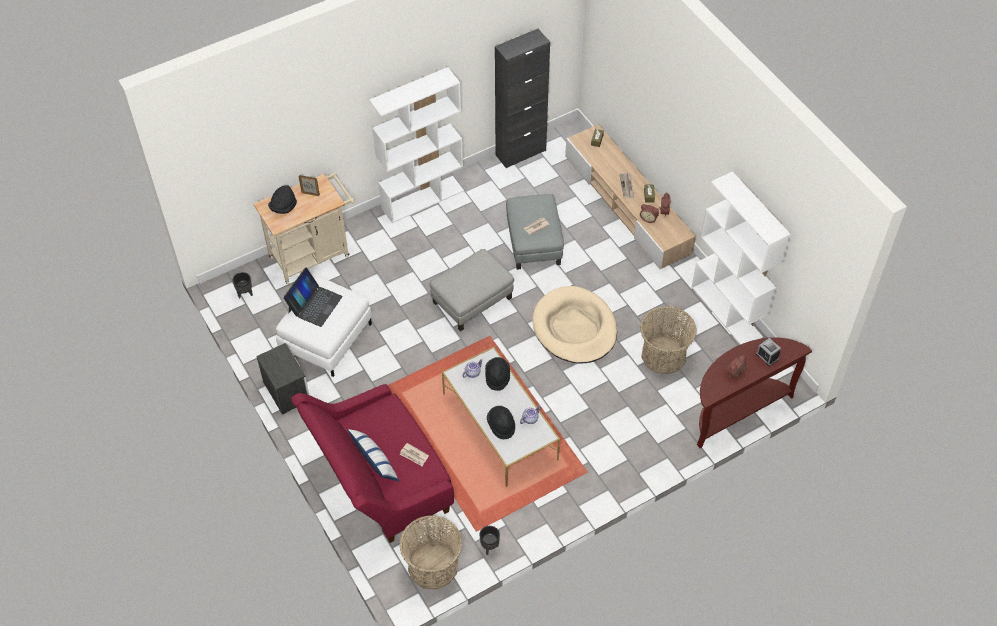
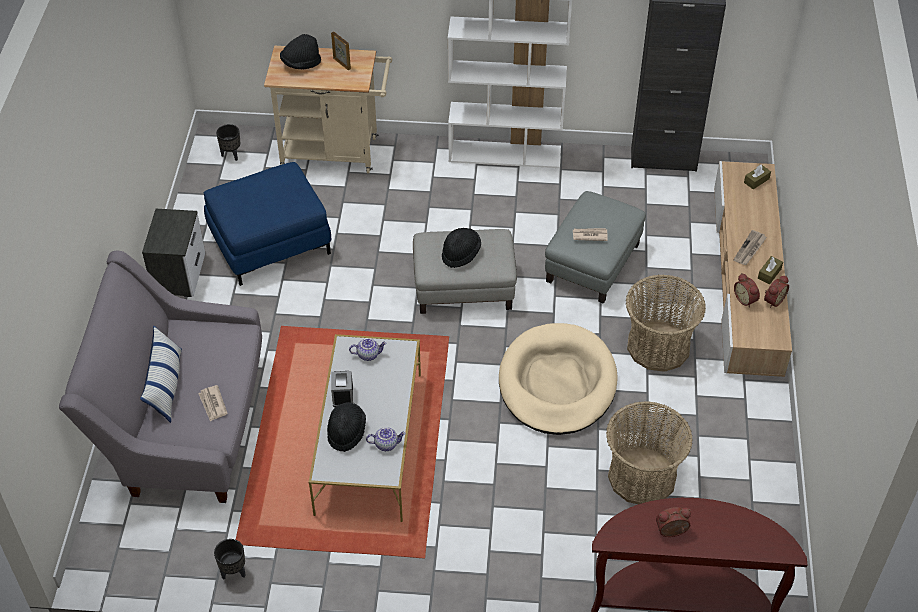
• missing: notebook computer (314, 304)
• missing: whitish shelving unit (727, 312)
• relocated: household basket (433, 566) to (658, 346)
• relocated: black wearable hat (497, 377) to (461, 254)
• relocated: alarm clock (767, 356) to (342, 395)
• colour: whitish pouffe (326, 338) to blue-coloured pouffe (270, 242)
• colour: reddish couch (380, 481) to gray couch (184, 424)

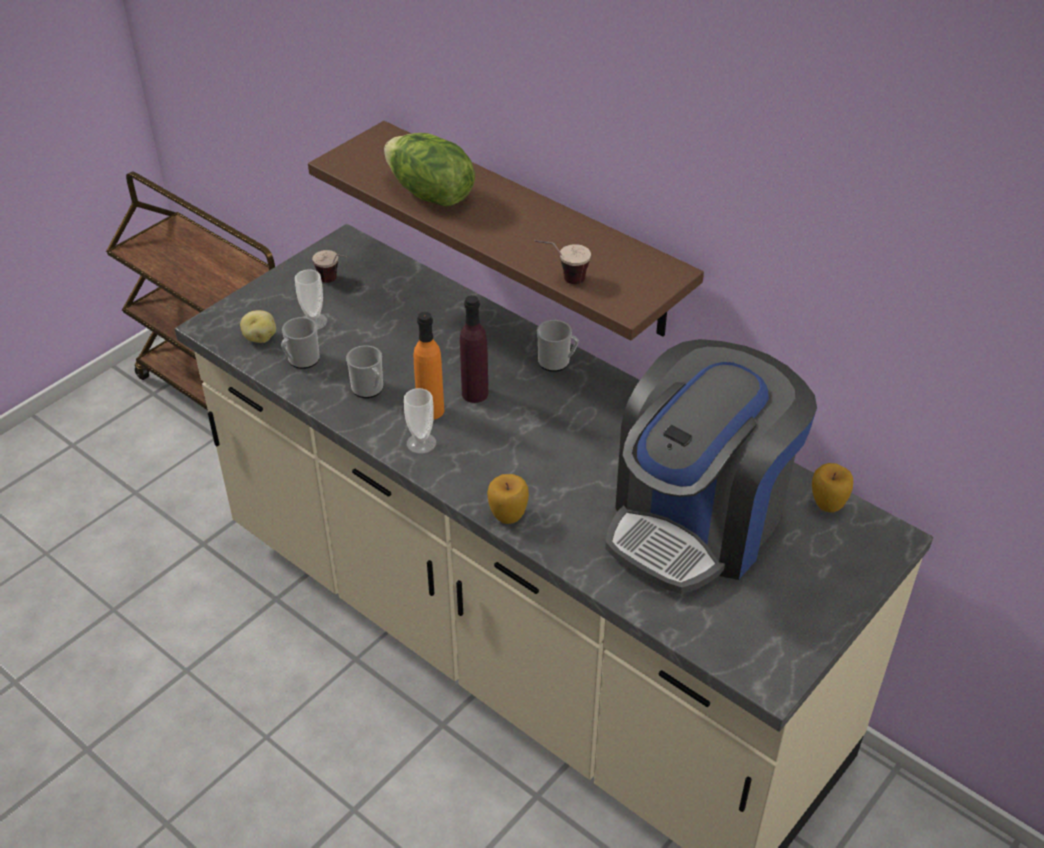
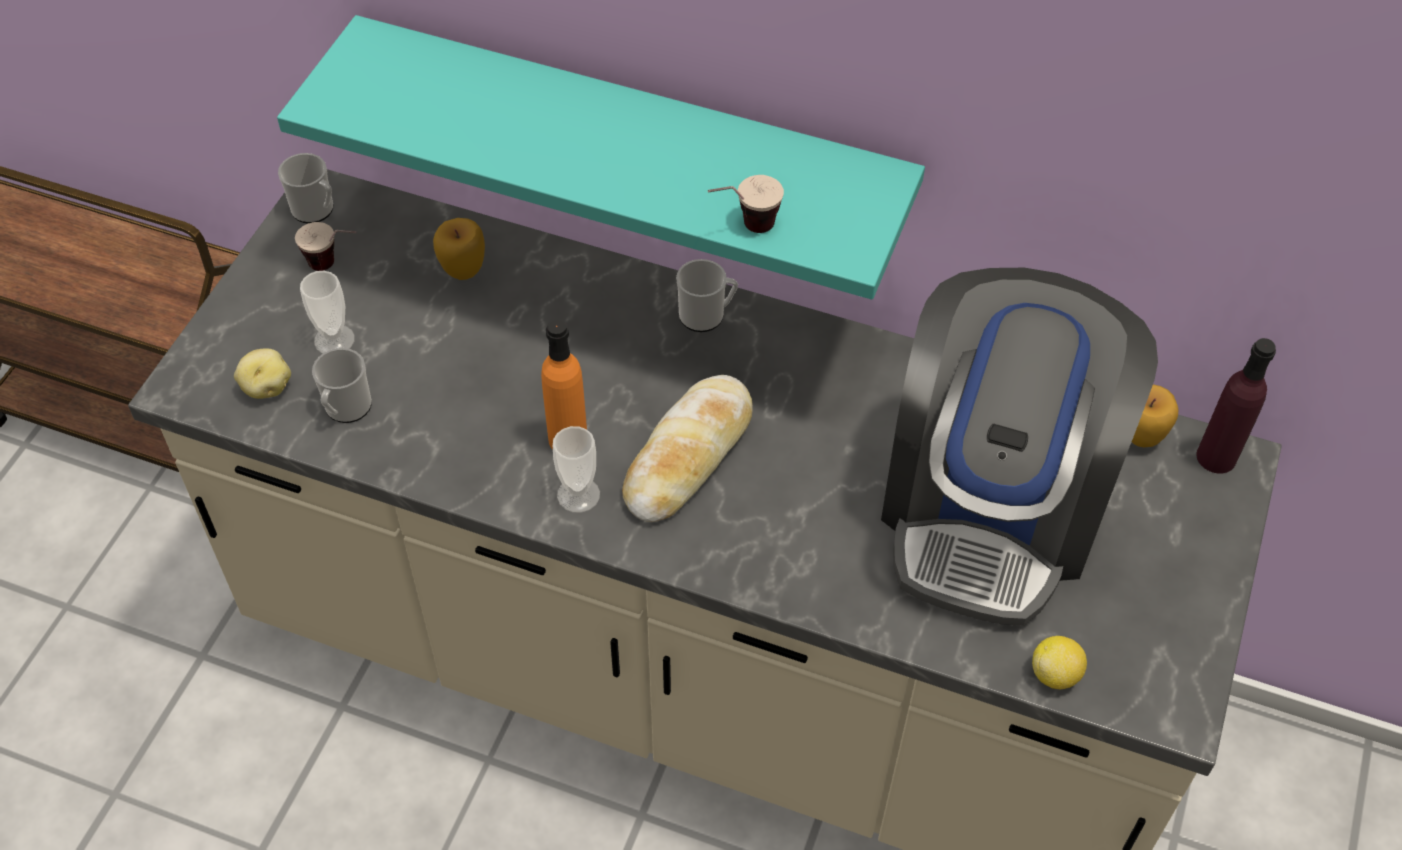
• missing: lettuce (429, 194)
• appeared: bakery bread (688, 456)
• appeared: citrus fruit (1055, 674)
• relocated: mug (369, 390) to (316, 210)
• relocated: purplish bottle (475, 393) to (1216, 457)
• relocated: apple (508, 515) to (463, 269)
• colour: brown-coloured shelf (531, 229) to turquoise shelf (631, 139)

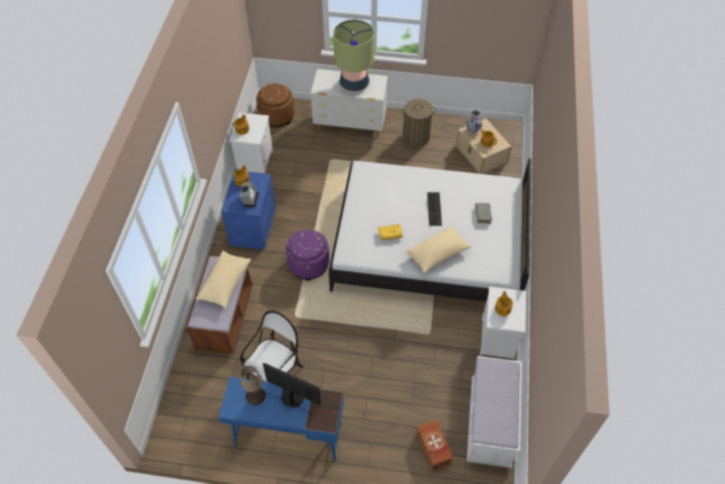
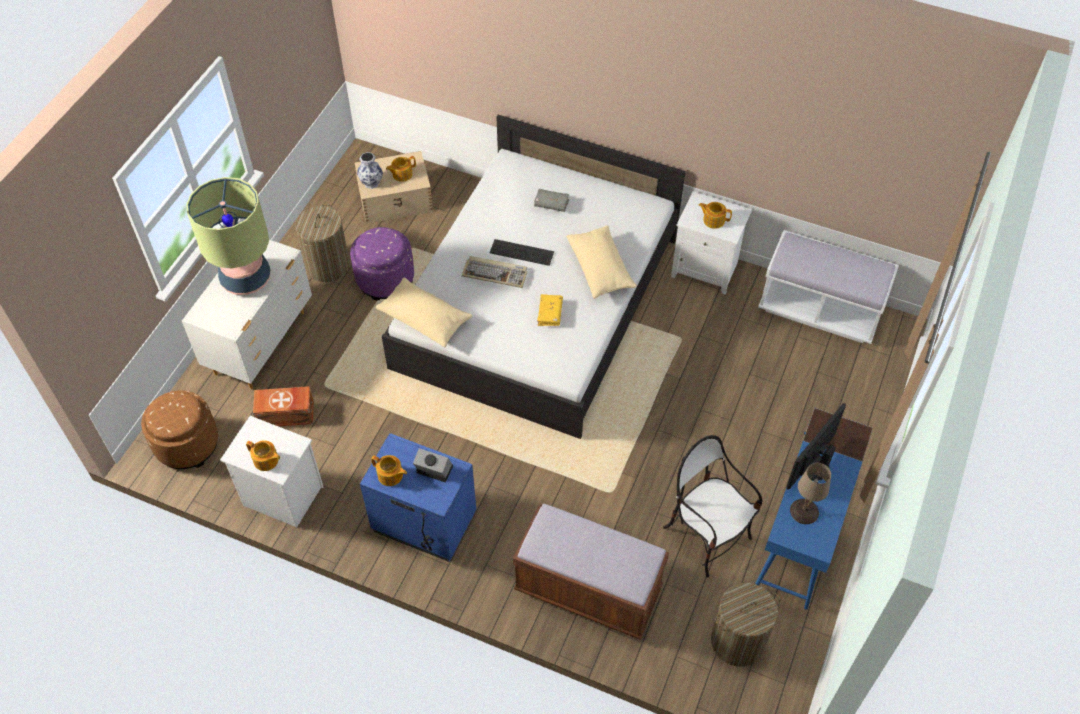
• appeared: computer keyboard (495, 273)
• appeared: hamper (737, 641)
• relocated: beige-coloured throw pillow (225, 283) to (424, 319)
• relocated: purplish pouffe (309, 264) to (385, 279)
• relocated: brown-coloured storage box (433, 449) to (286, 415)

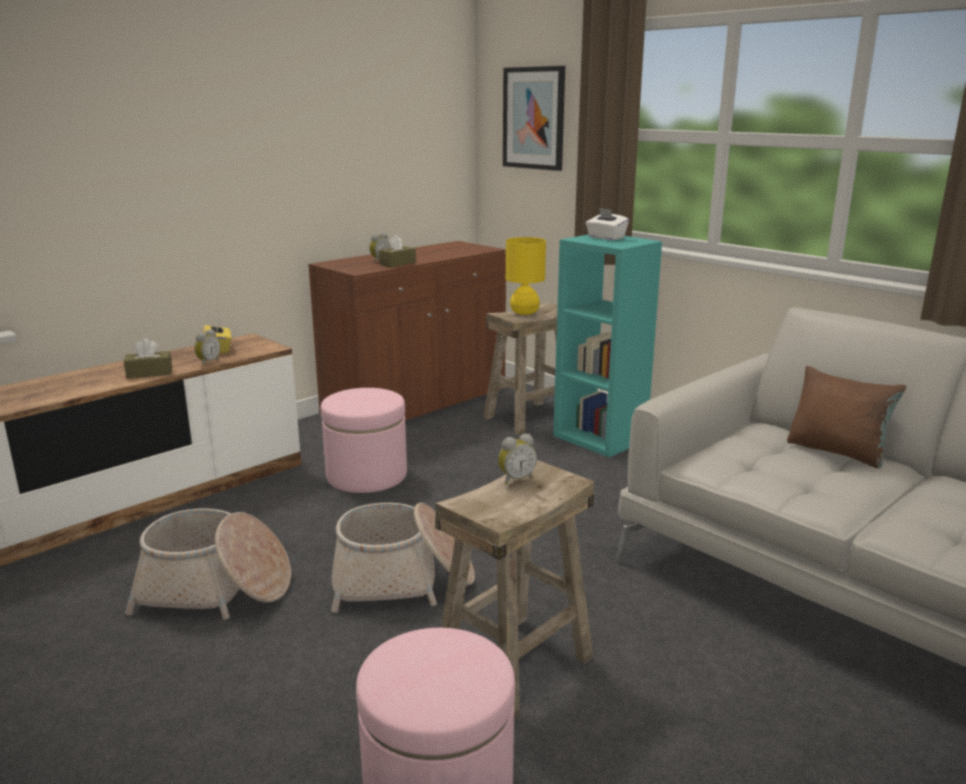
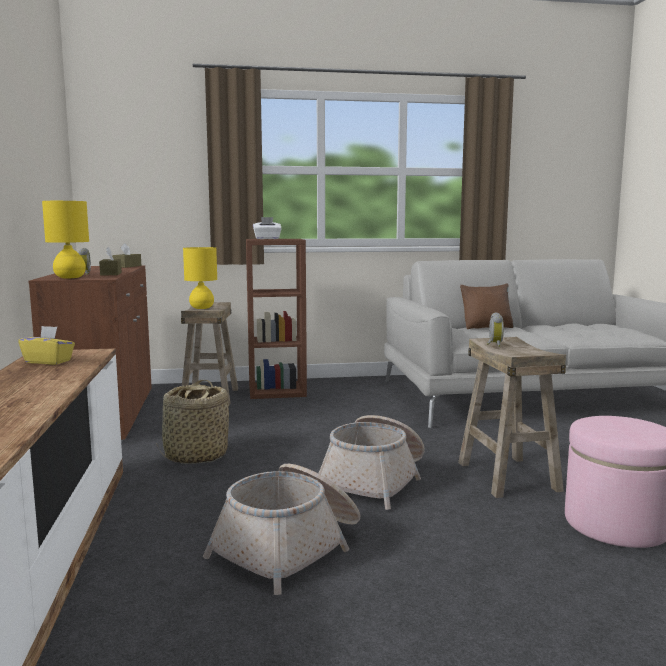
• missing: alarm clock (207, 362)
• missing: wall art (534, 118)
• appeared: yellow lamp for a table (69, 277)
• relocated: brown-coloured box of tissues (149, 373) to (127, 266)
• exchanged: pinkish pouffe (366, 475) to household basket (195, 456)
• colour: turquoise shelving unit (601, 438) to brown-coloured shelving unit (277, 391)

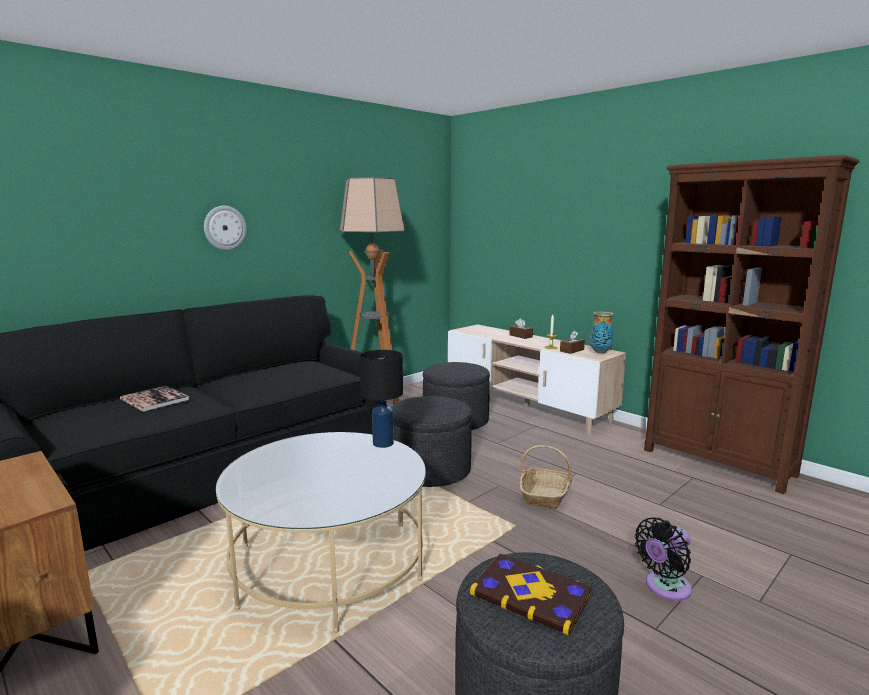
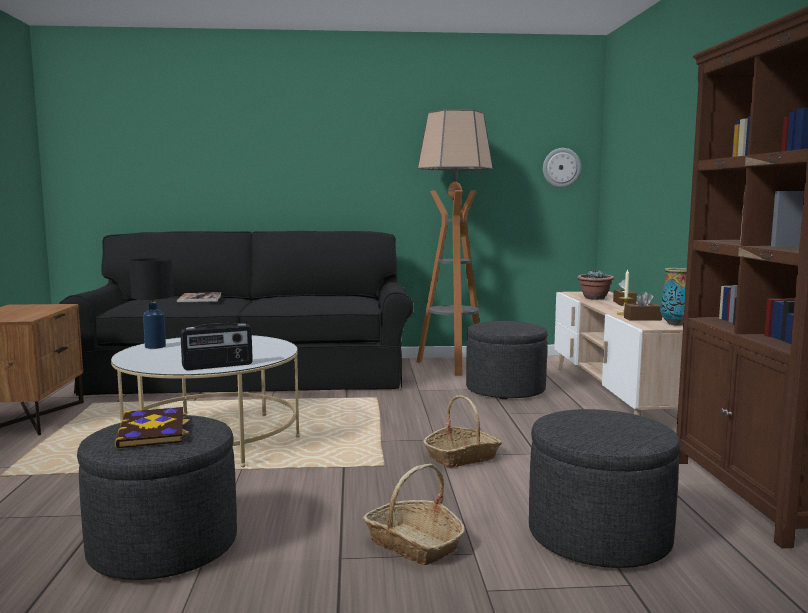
• appeared: radio receiver (217, 366)
• appeared: houseplant (594, 298)
• relocated: wall clock (225, 228) to (561, 167)
• relocated: black lamp for a table (382, 443) to (154, 346)
• relocated: gray pouffe (430, 470) to (599, 536)
• exchanged: black electric fan (664, 588) to household basket (414, 544)

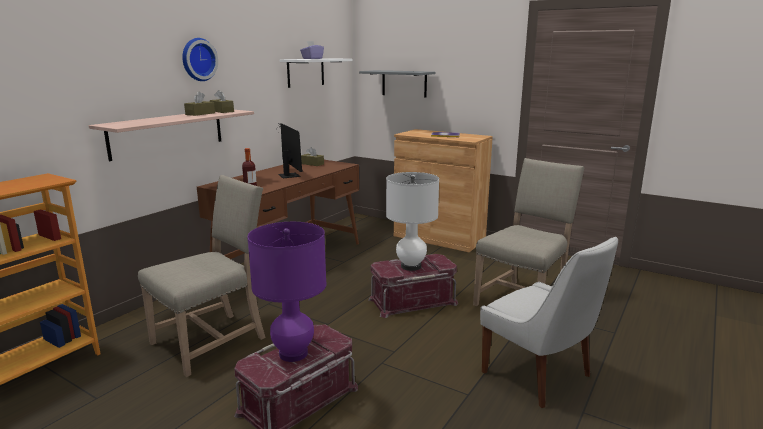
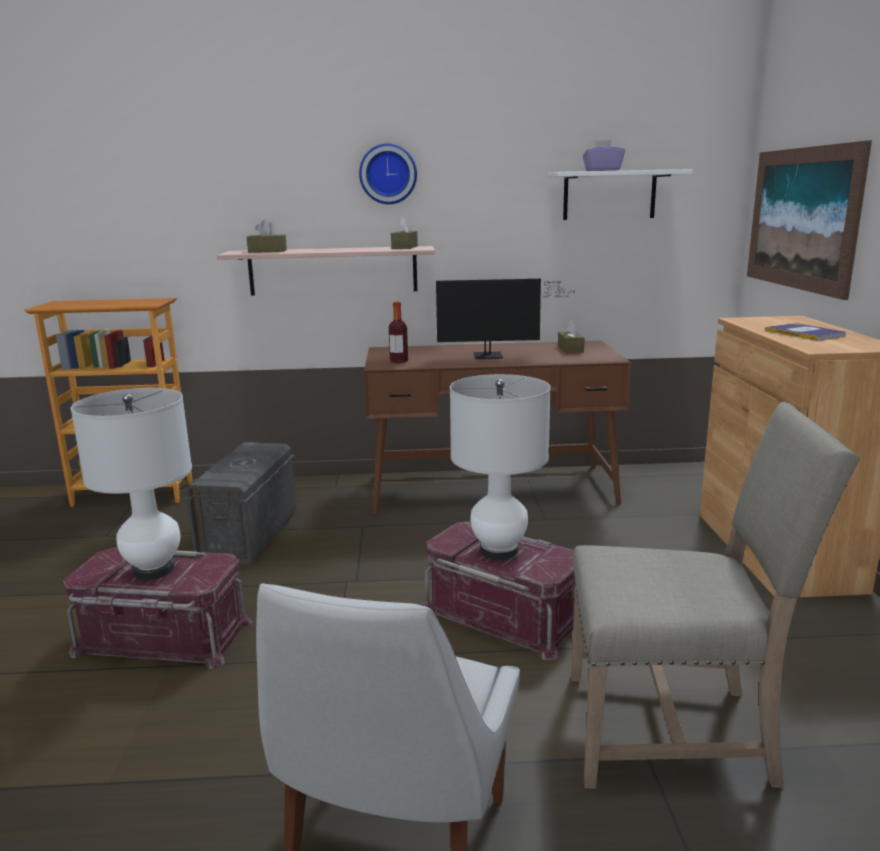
• relocated: brown-coloured box of tissues (200, 114) to (267, 251)
• exchanged: beige-coloured upright chair (213, 340) to gray storage box (248, 536)
• exchanged: gray shelf (404, 83) to wall art (801, 218)
• colour: purplish lamp for a table (293, 353) to whitish lamp for a table (154, 570)
• spun: computer display (289, 174) = (493, 356) 60 degrees clockwise

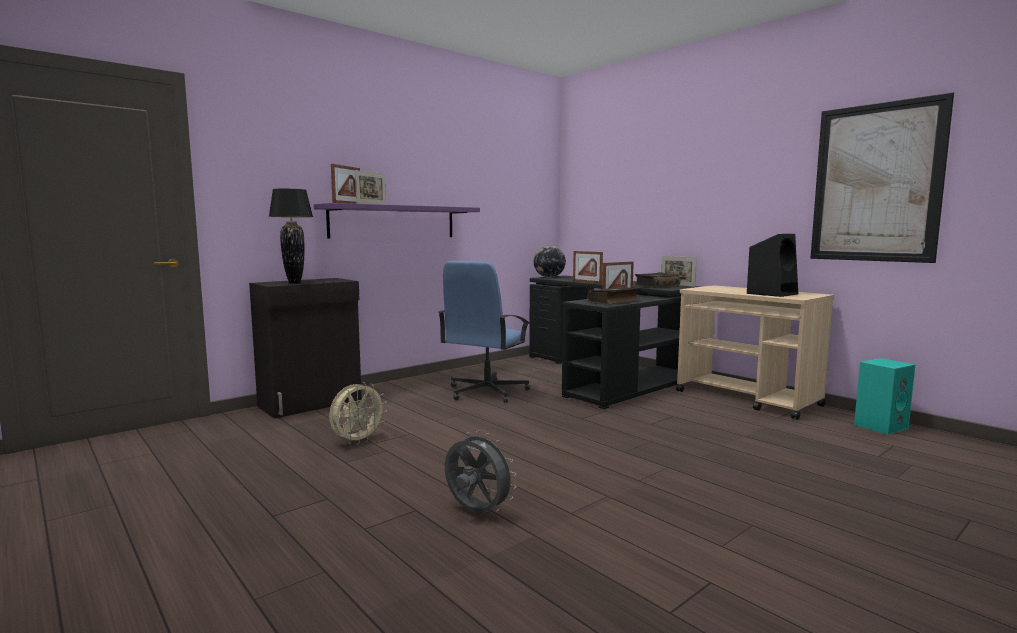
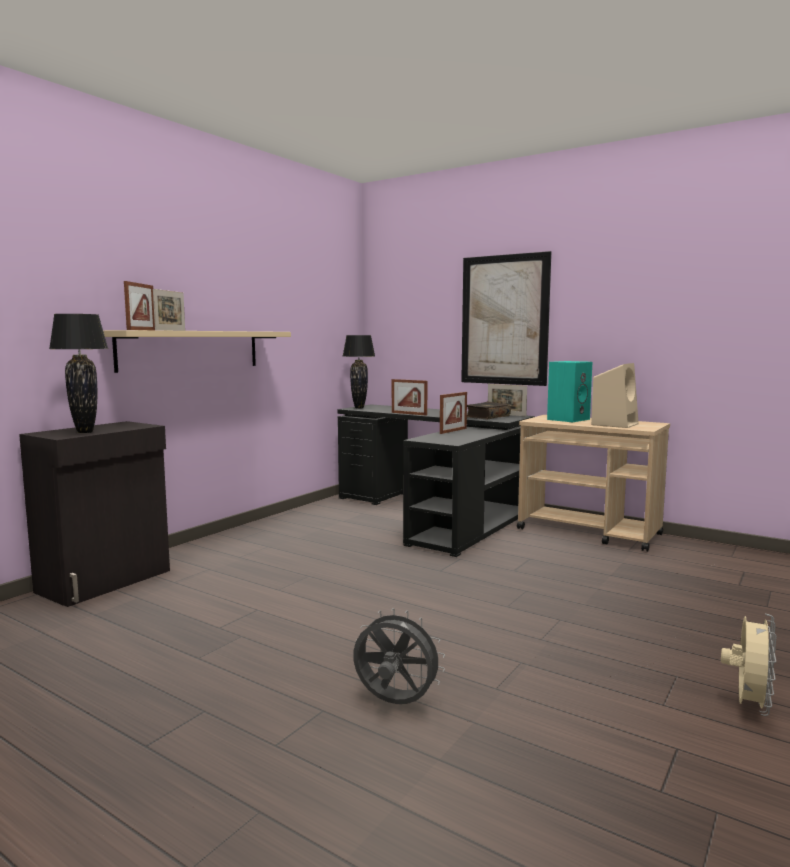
• missing: blue-coloured computer chair (486, 392)
• missing: volume (614, 302)
• relocated: beige-coloured electric fan (357, 441) to (748, 705)
• relocated: wall art (876, 183) to (504, 320)
• relocated: turquoise audio speaker (880, 426) to (568, 419)
• exchanged: world globe (549, 277) to black lamp for a table (359, 408)
• colour: purplish shelf (393, 222) to beige-coloured shelf (191, 350)
• colour: black audio speaker (772, 293) to beige-coloured audio speaker (614, 424)

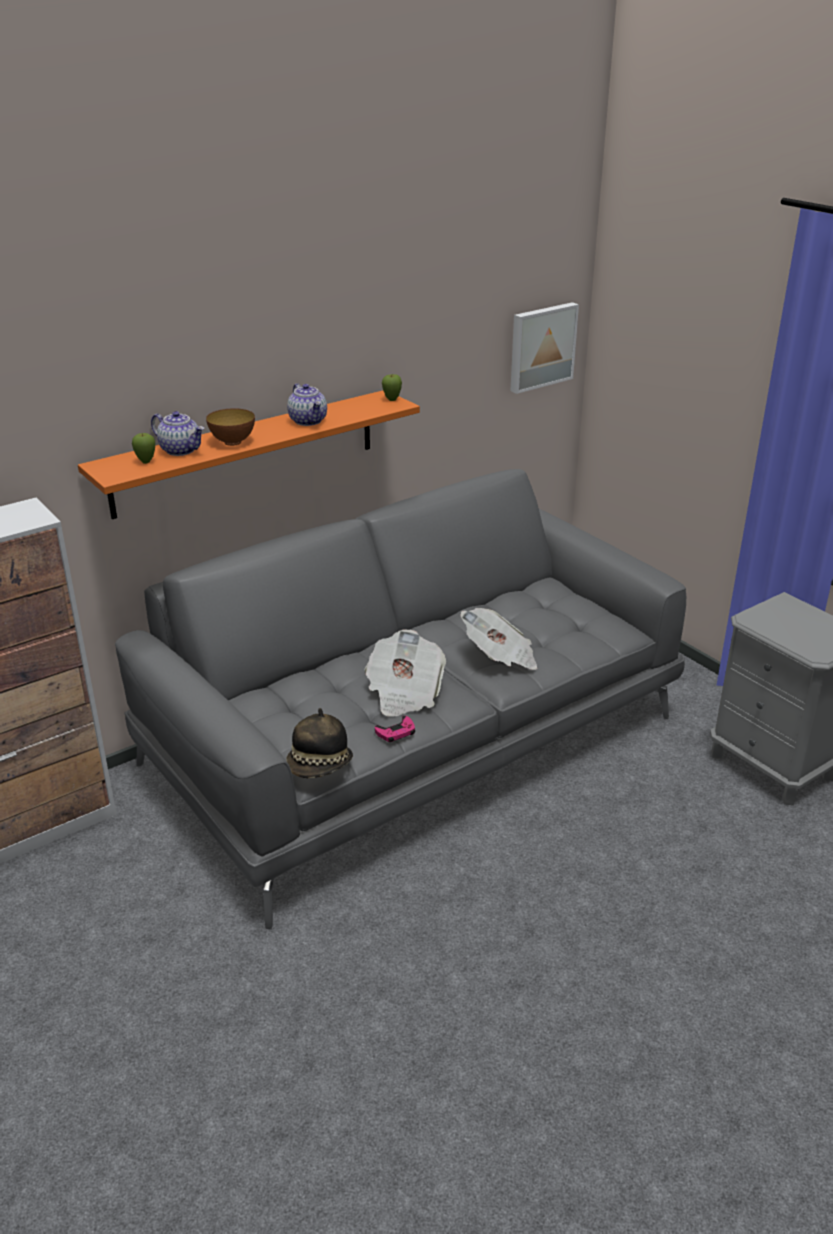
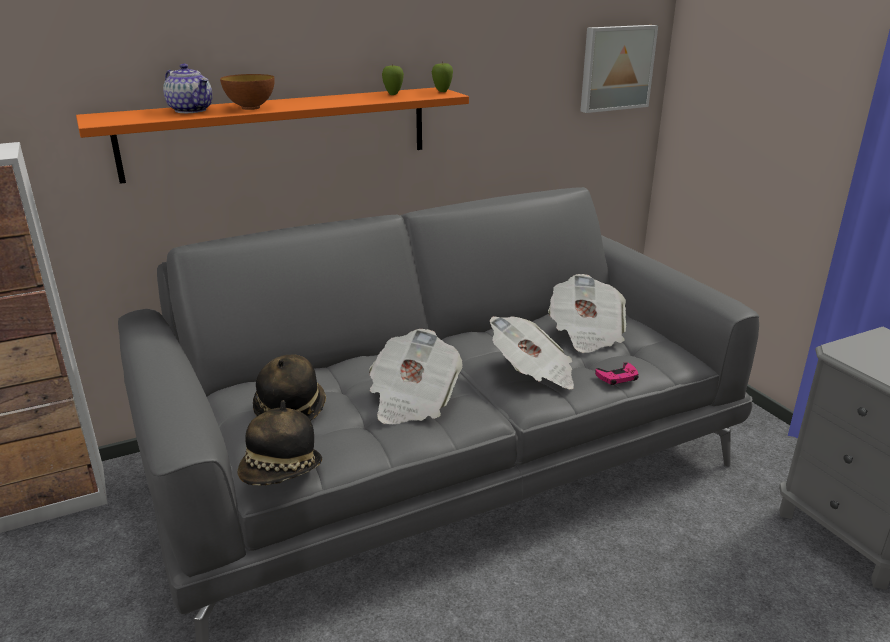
• missing: teapot (308, 421)
• appeared: wearable hat (290, 408)
• appeared: daily paper (586, 333)
• relocated: apple (146, 462) to (393, 94)
• relocated: pinkish joypad (396, 732) to (617, 377)

